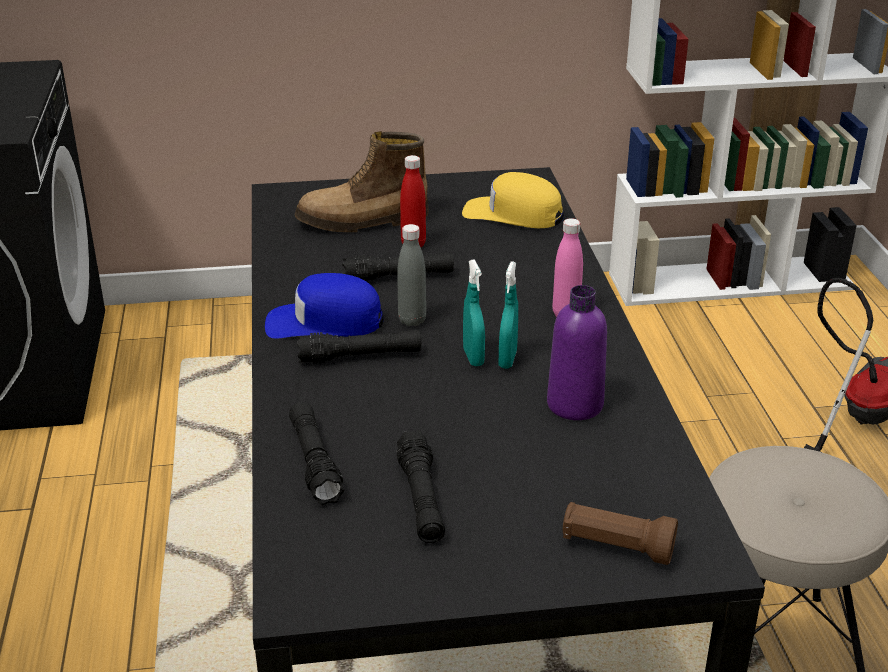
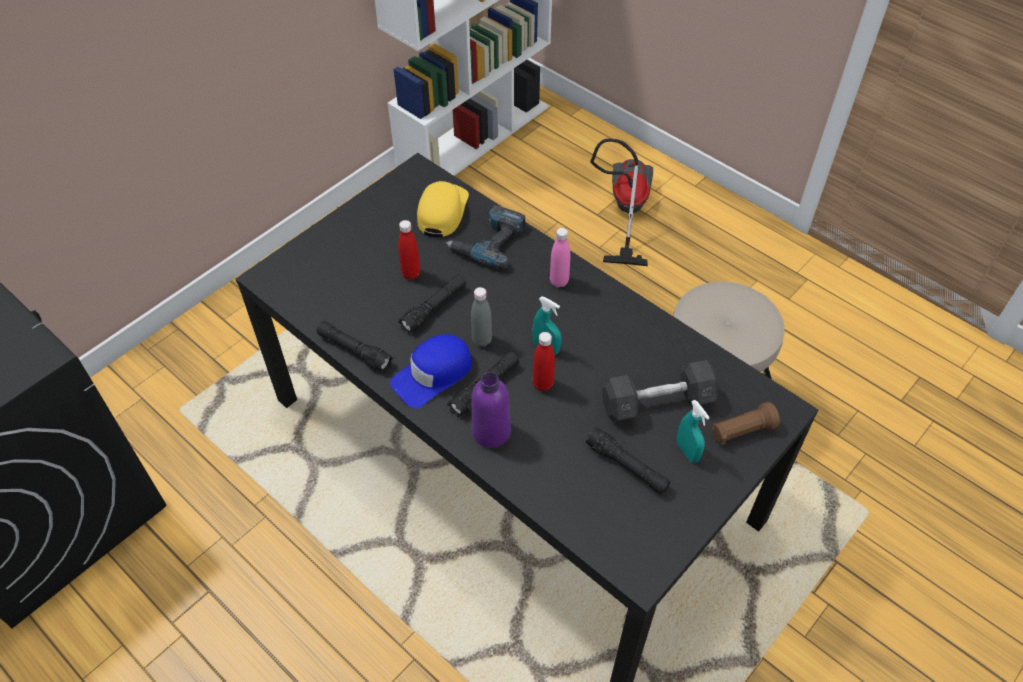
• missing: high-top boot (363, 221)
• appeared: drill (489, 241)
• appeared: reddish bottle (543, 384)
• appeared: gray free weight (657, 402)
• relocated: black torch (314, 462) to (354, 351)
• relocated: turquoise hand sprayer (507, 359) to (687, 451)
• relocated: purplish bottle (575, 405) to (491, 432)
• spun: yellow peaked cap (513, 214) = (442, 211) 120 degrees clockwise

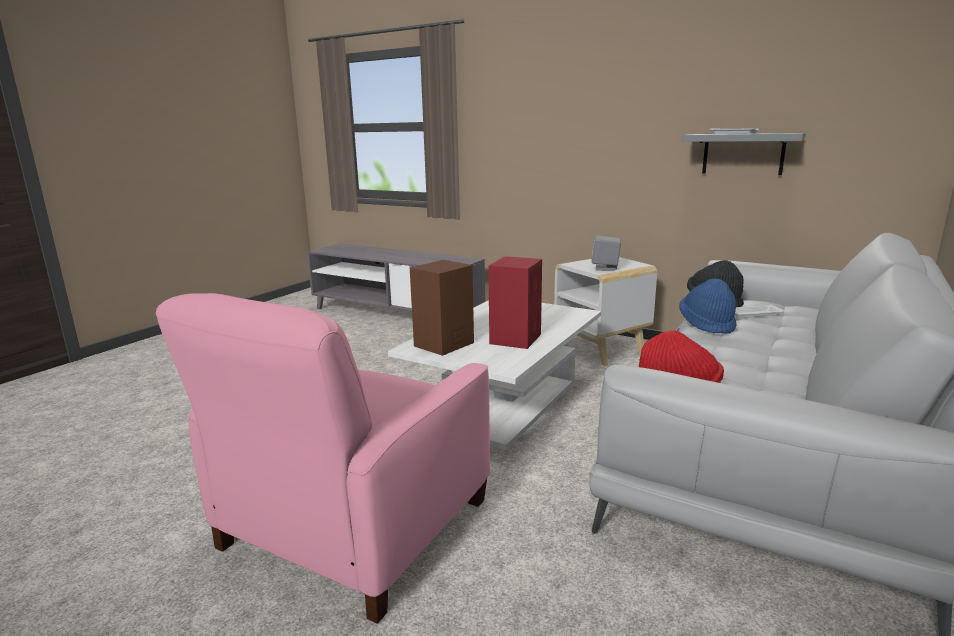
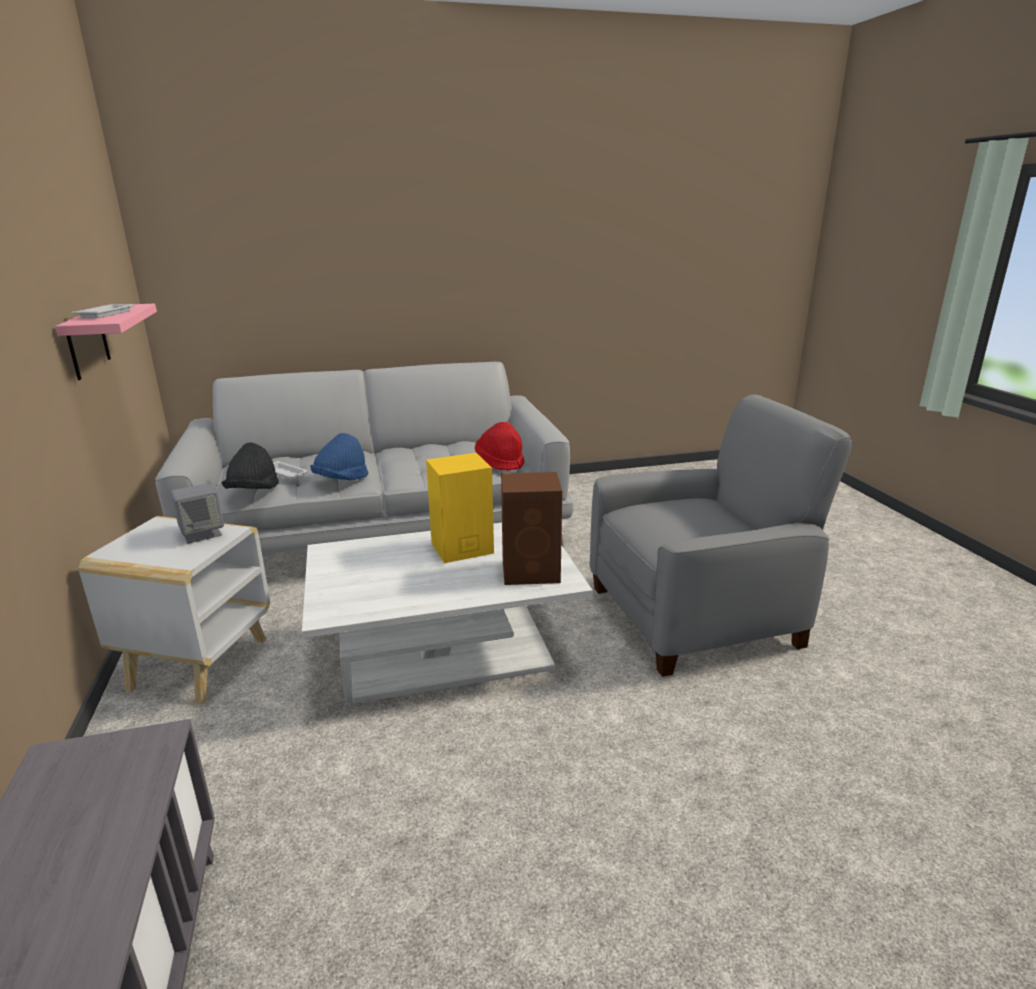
• colour: pinkish easy chair (353, 526) to gray easy chair (696, 615)
• colour: reddish audio speaker (516, 338) to yellow audio speaker (460, 548)
• colour: gray shelf (743, 154) to pinkish shelf (87, 342)

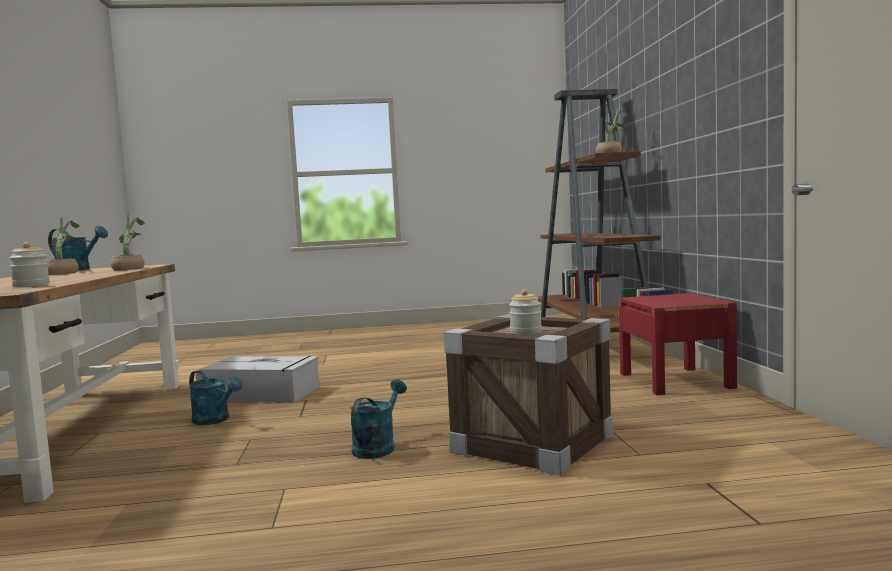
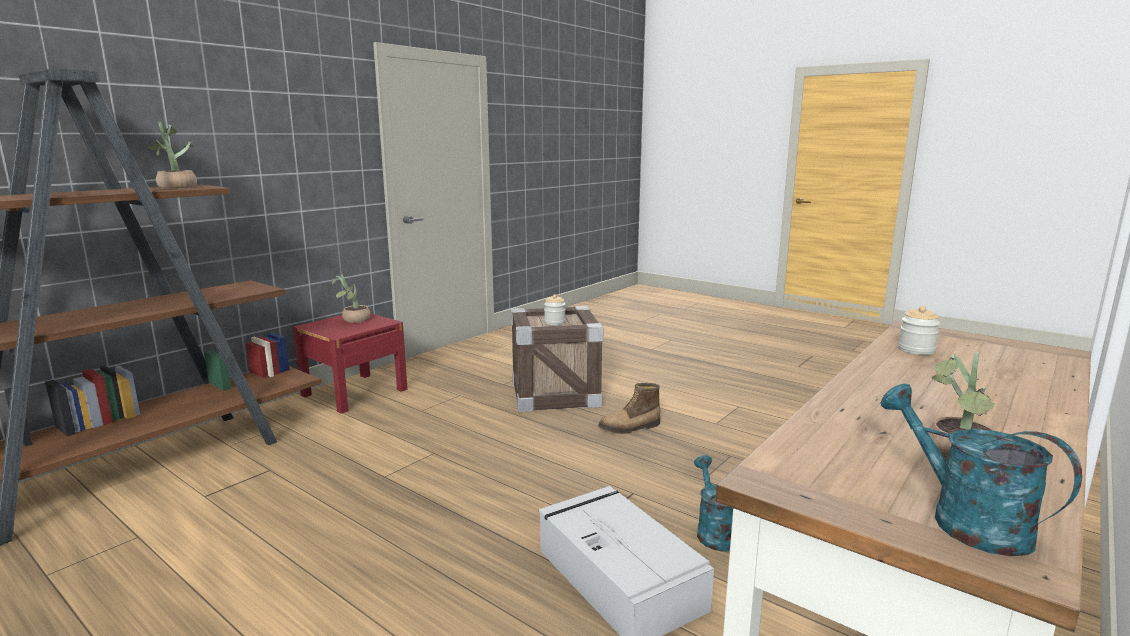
• relocated: houseplant (130, 269) to (353, 320)
• exchanged: turquoise watering can (378, 447) to high-top boot (630, 428)

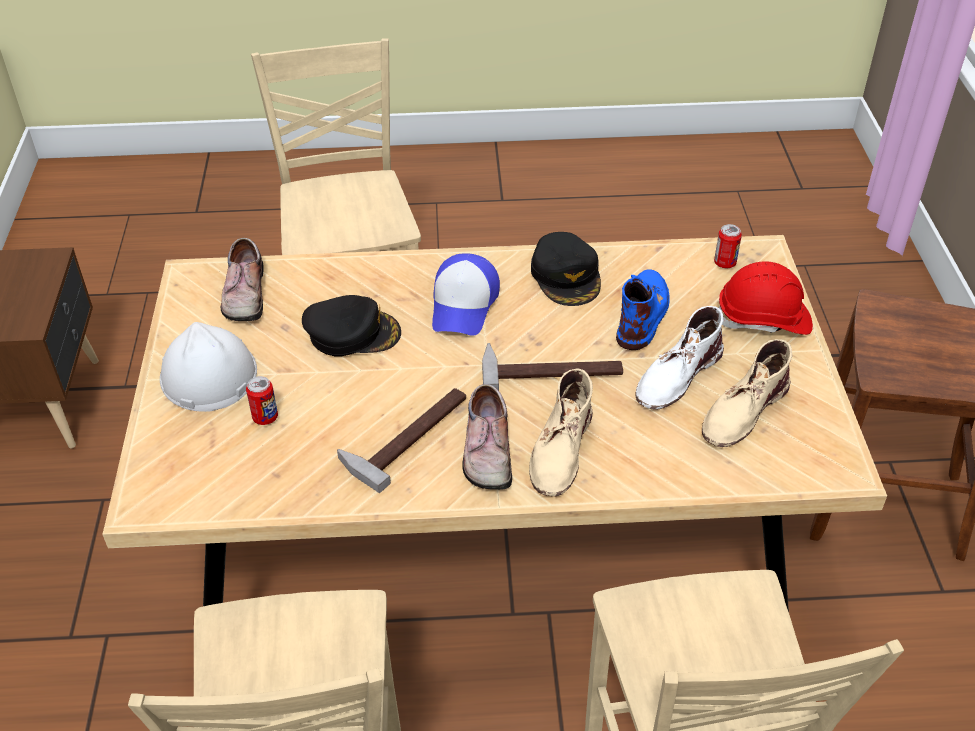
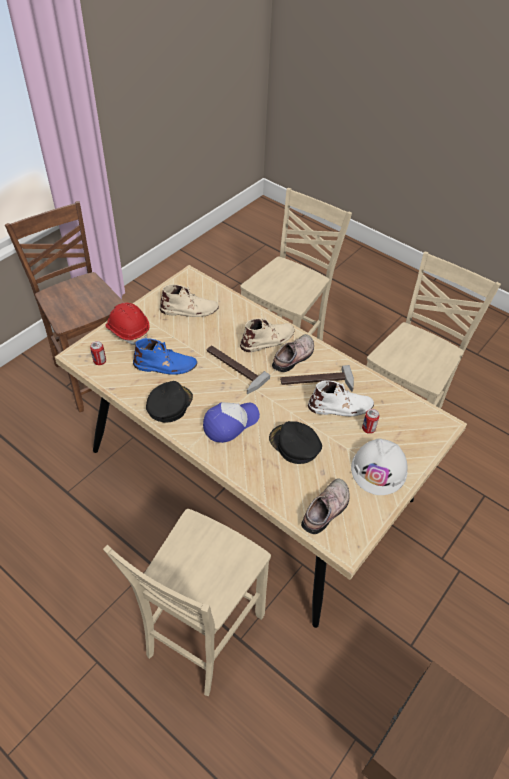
• relocated: whitish high-top boot (677, 376) to (341, 407)
• spun: blue-coloured high-top boot (642, 313) = (165, 365) 150 degrees counterclockwise

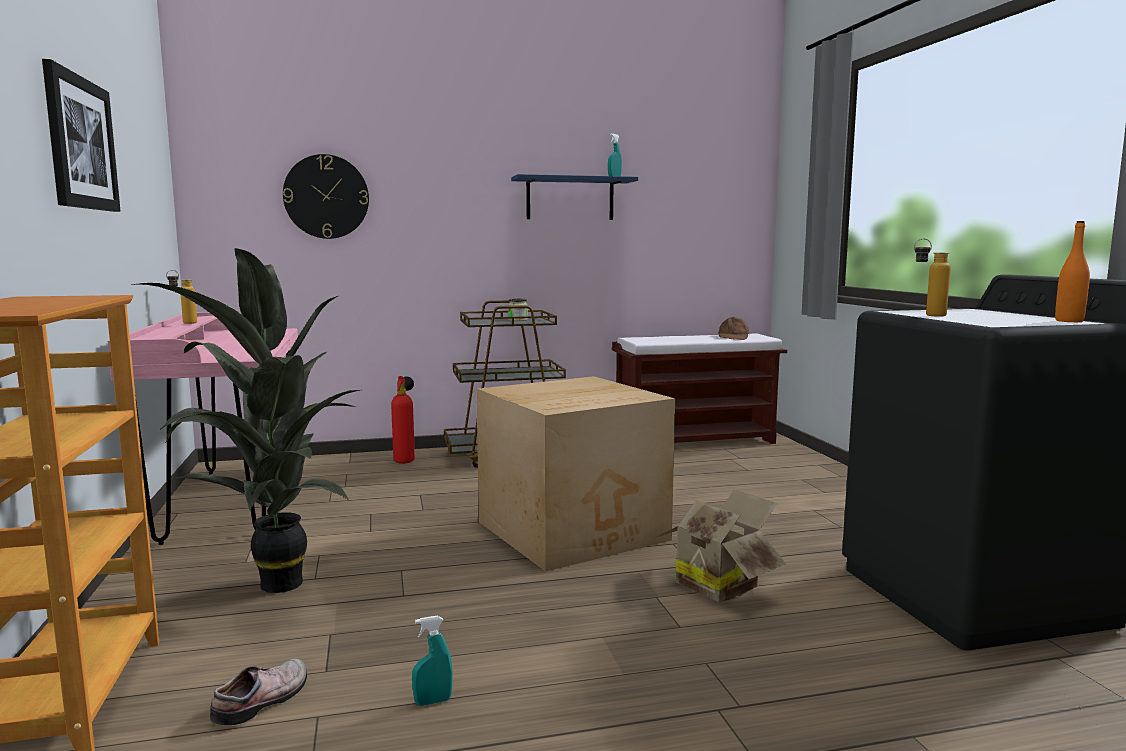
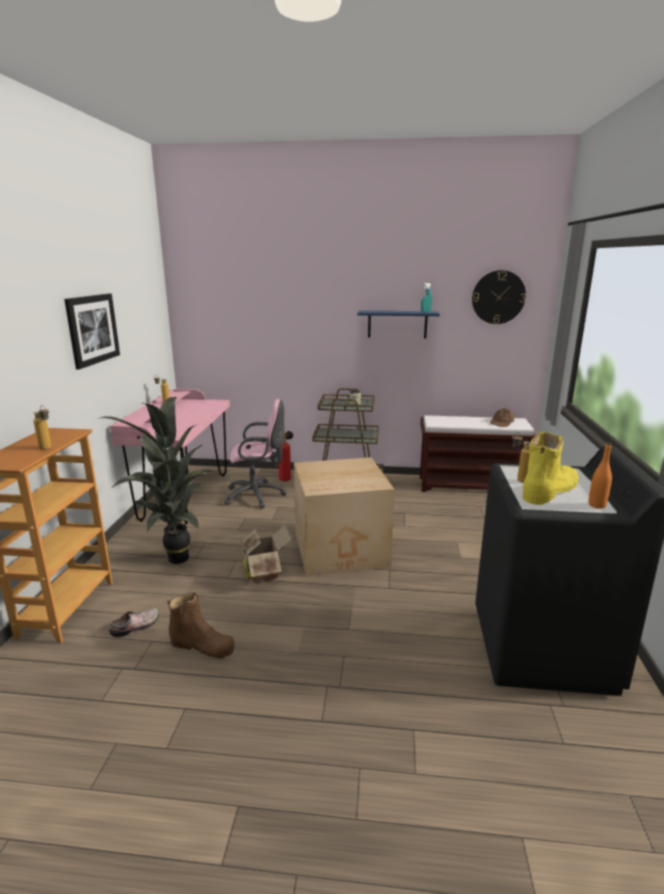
• appeared: bottle (48, 449)
• appeared: pinkish computer chair (258, 496)
• appeared: yellow high-top boot (549, 491)
• relocated: wall clock (326, 197) to (498, 297)
• relocated: packing box (718, 584) to (264, 573)
• exchanged: turquoise hand sprayer (433, 701) to brown-coloured high-top boot (202, 645)

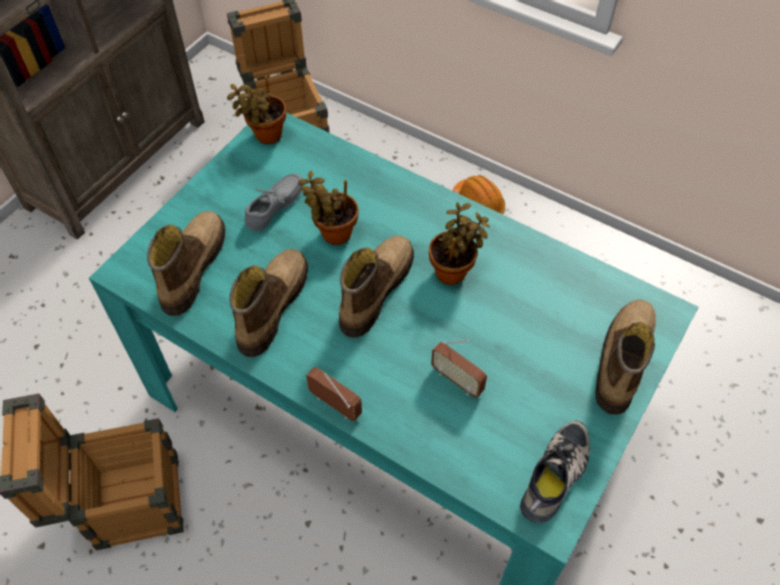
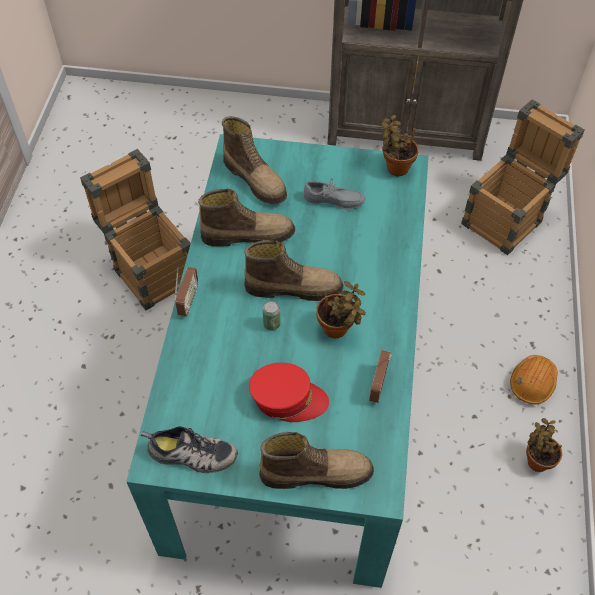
• appeared: reddish peaked cap (288, 399)
• appeared: metal can (271, 324)
• relocated: houseplant (333, 233) to (536, 459)
• relocated: radio receiver (457, 380) to (378, 385)
• spun: high-top boot (192, 267) = (256, 179) 60 degrees clockwise

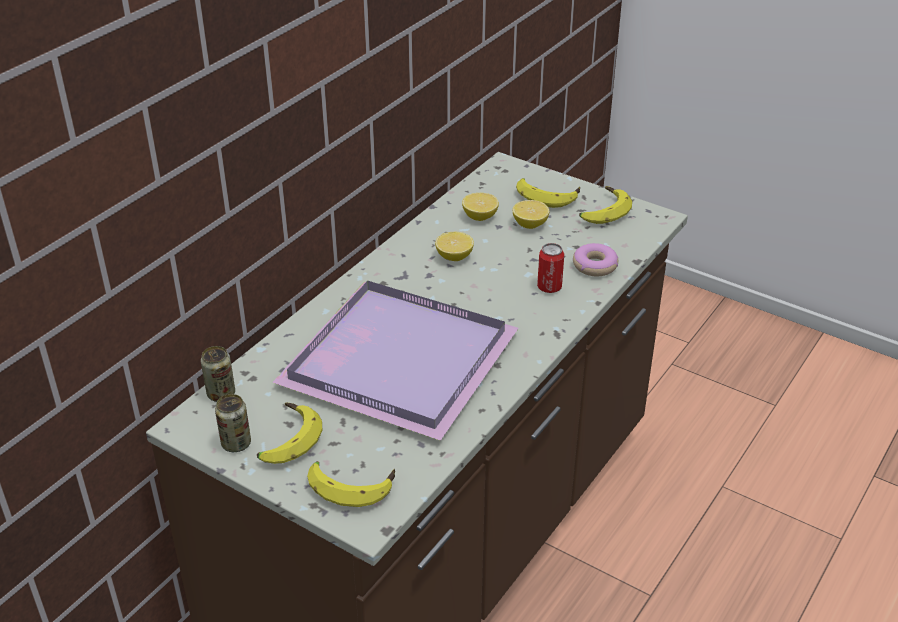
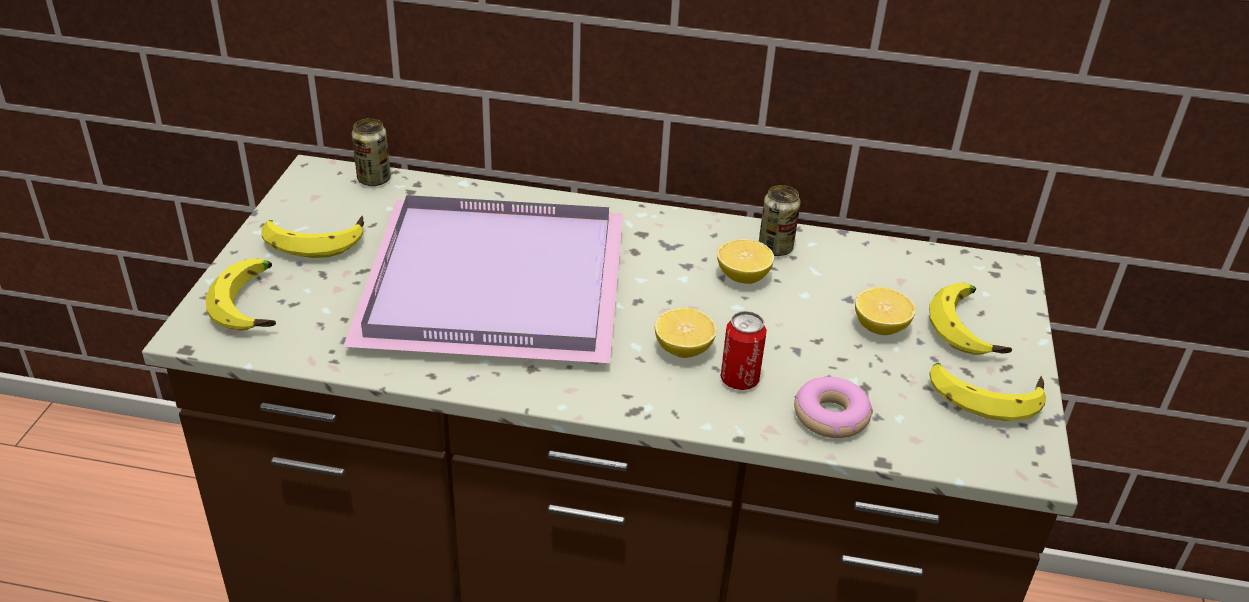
• relocated: metal can (236, 443) to (775, 248)
• relocated: citrus fruit (480, 217) to (683, 349)

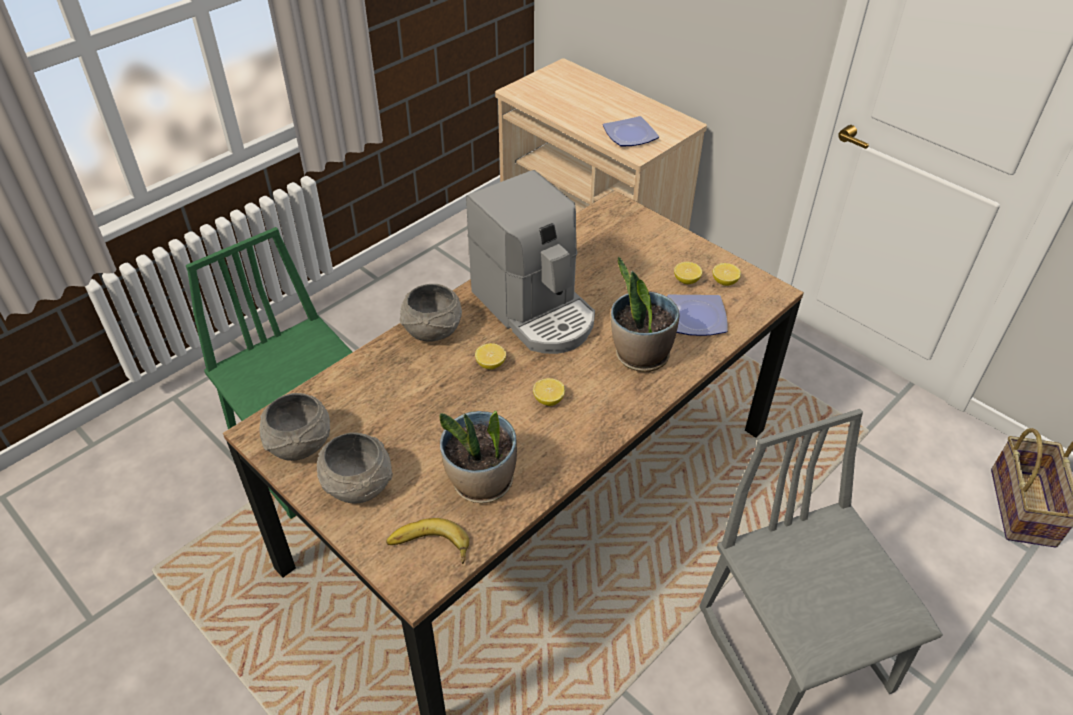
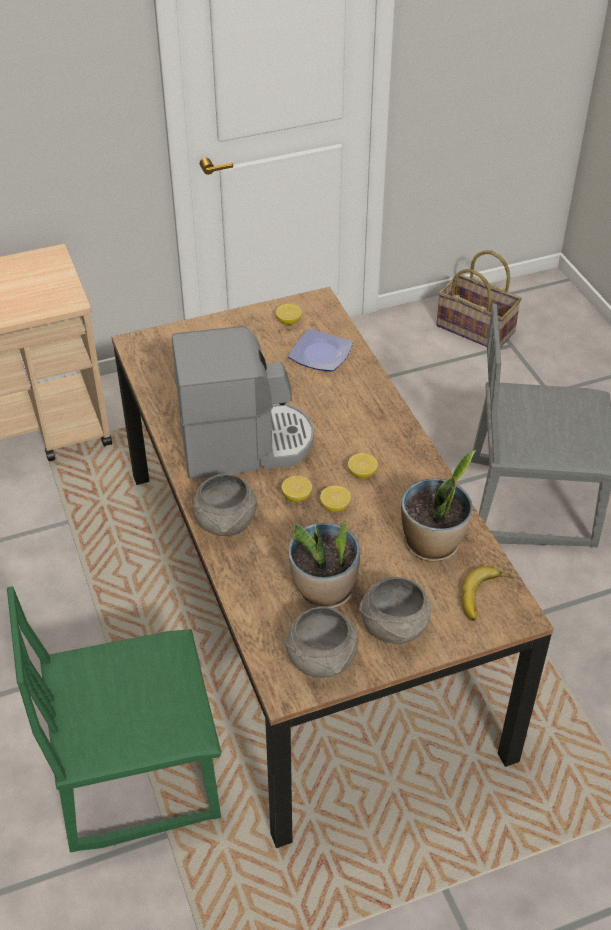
• missing: flat dish (631, 135)
• relocated: houseplant (640, 355) to (324, 590)
• relocated: citrus fruit (686, 280) to (335, 506)

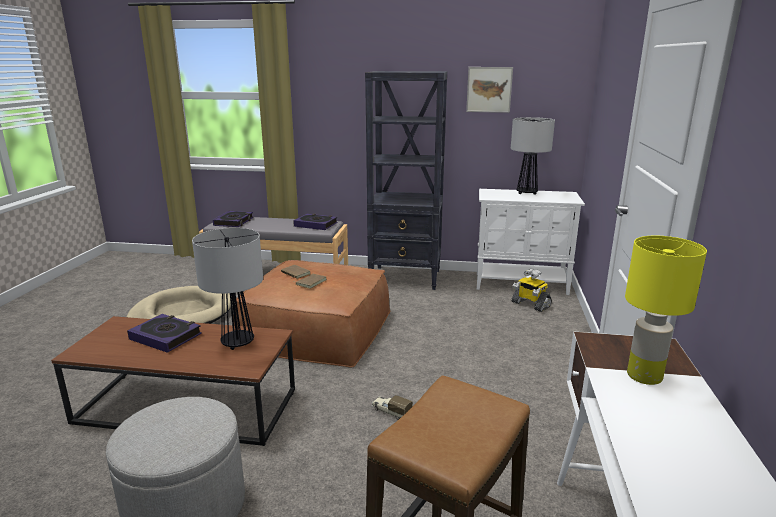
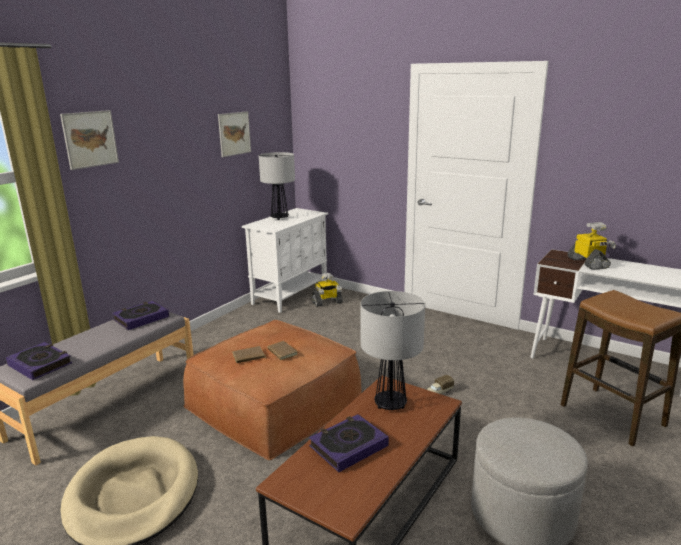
• missing: black shelving unit (406, 278)
• appeared: wall art (90, 139)
• exchanged: yellow lamp for a table (644, 375) to model robot (588, 263)

